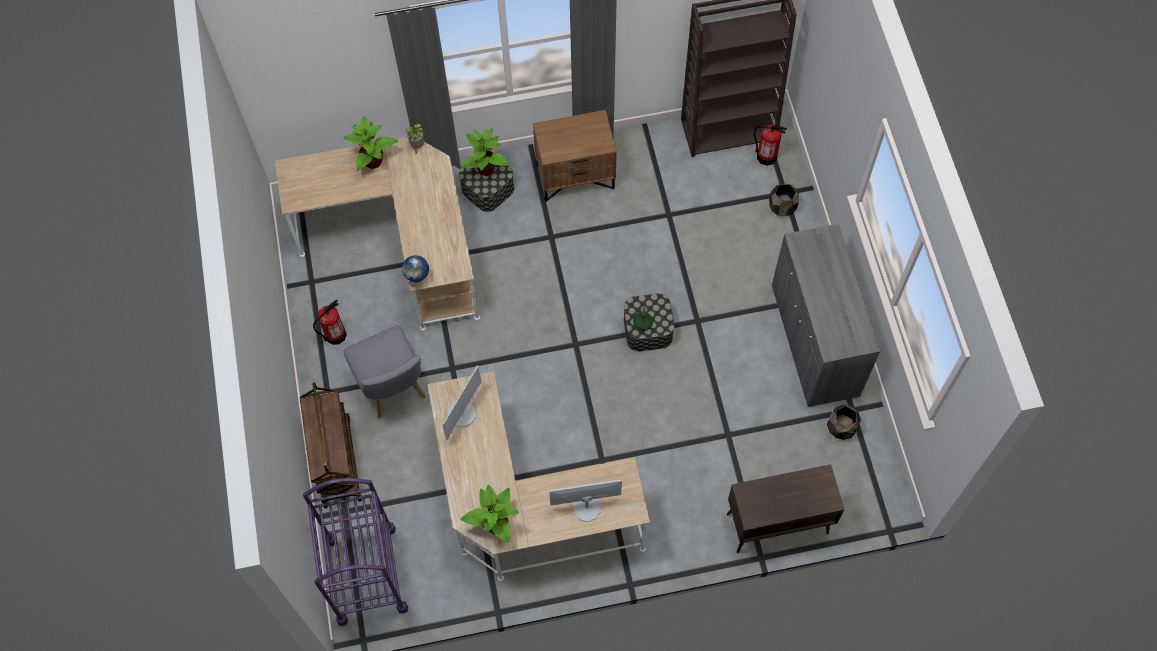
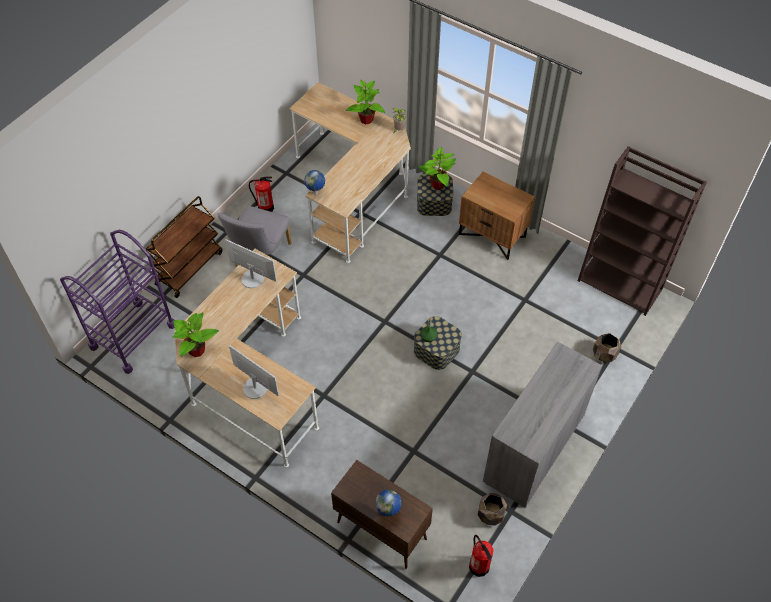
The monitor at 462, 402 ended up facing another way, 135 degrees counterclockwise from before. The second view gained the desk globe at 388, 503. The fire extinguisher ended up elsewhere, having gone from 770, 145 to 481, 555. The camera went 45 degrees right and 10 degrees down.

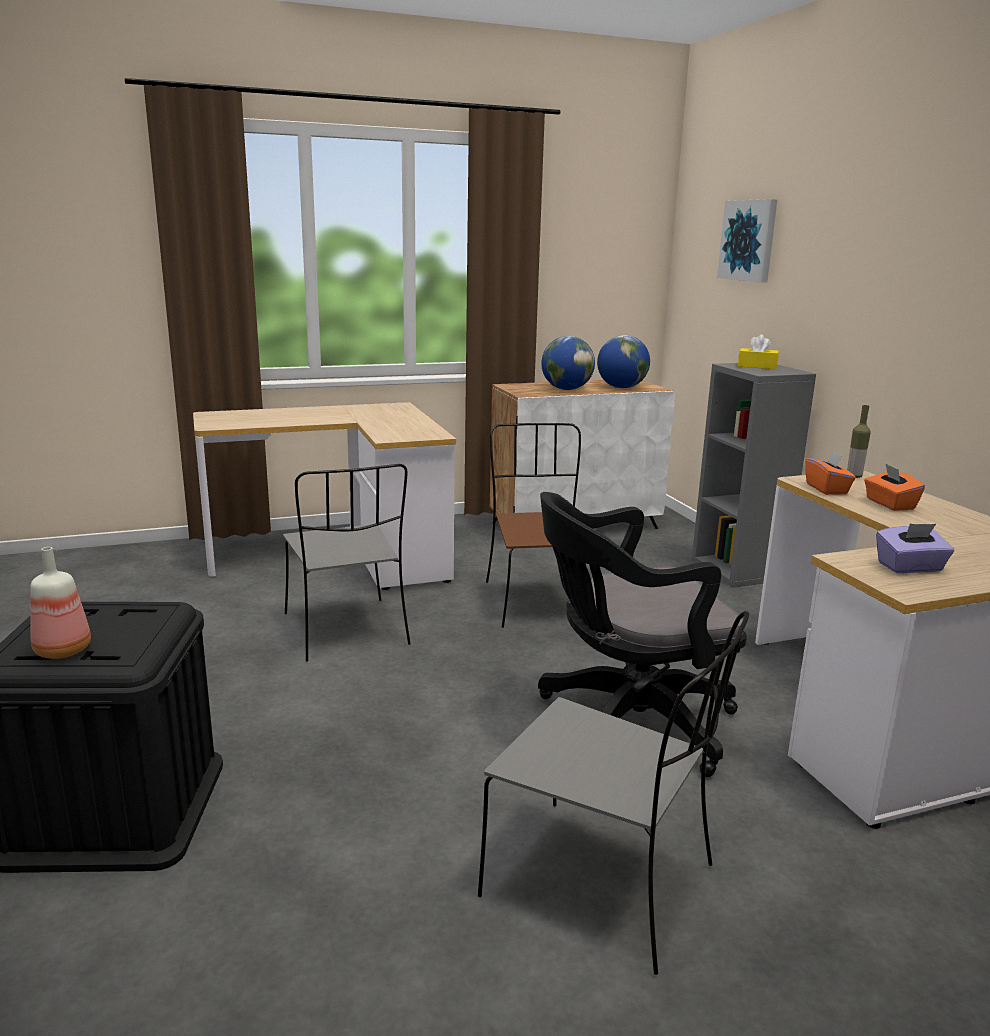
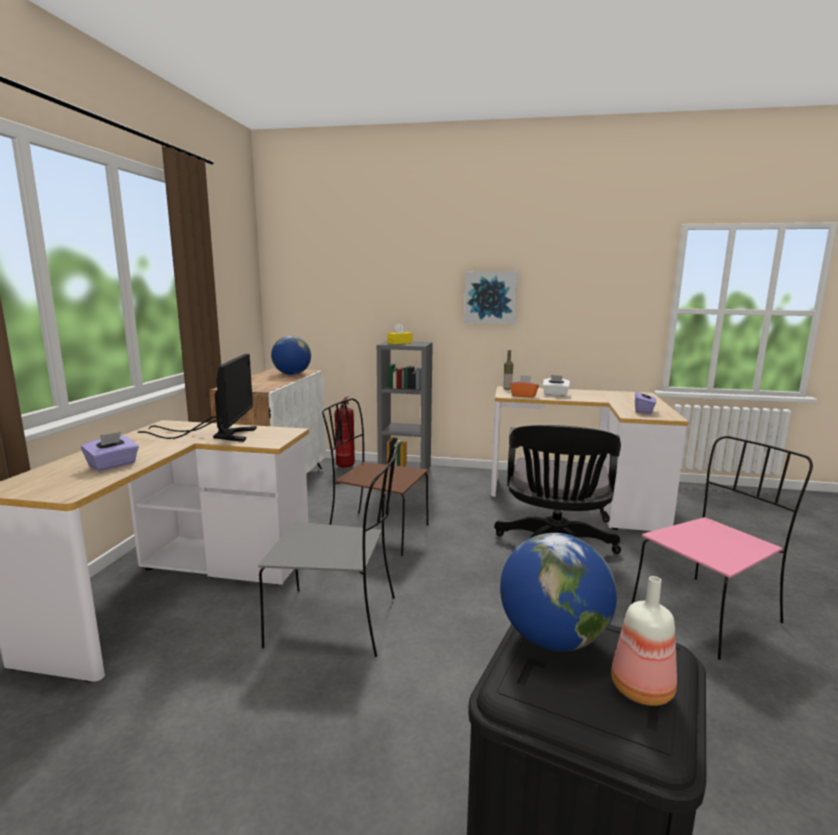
The second view gained the box of tissues/purple at 110, 451. The second view gained the monitor at 197, 398. The second view gained the fire extinguisher at 345, 432. The wall art ended up elsewhere, having gone from 747, 241 to 491, 297. The desk globe ended up elsewhere, having gone from 568, 363 to 558, 592. What was the box of tissues/orange at 894, 487 turned into the box of tissues/whitish at 556, 385. What was the upright chair/gray at 613, 793 turned into the upright chair/pink at 722, 548. The camera went 60 degrees left and 5 degrees down.

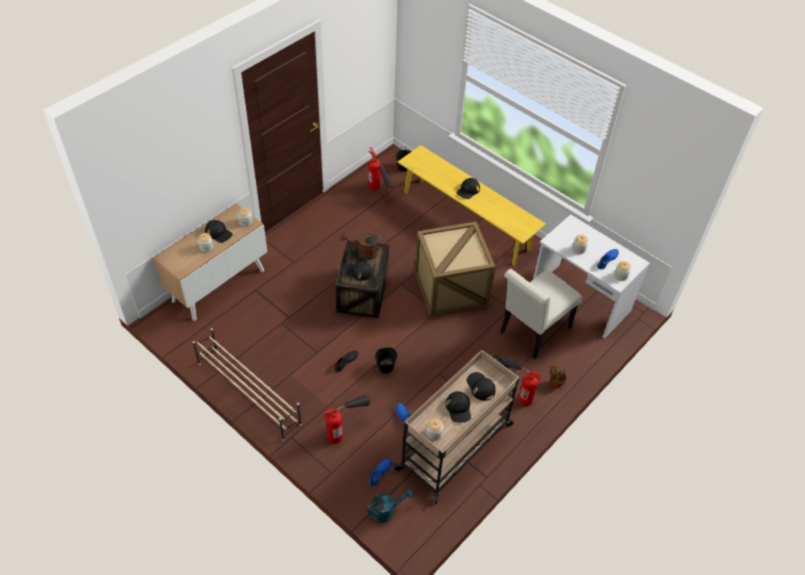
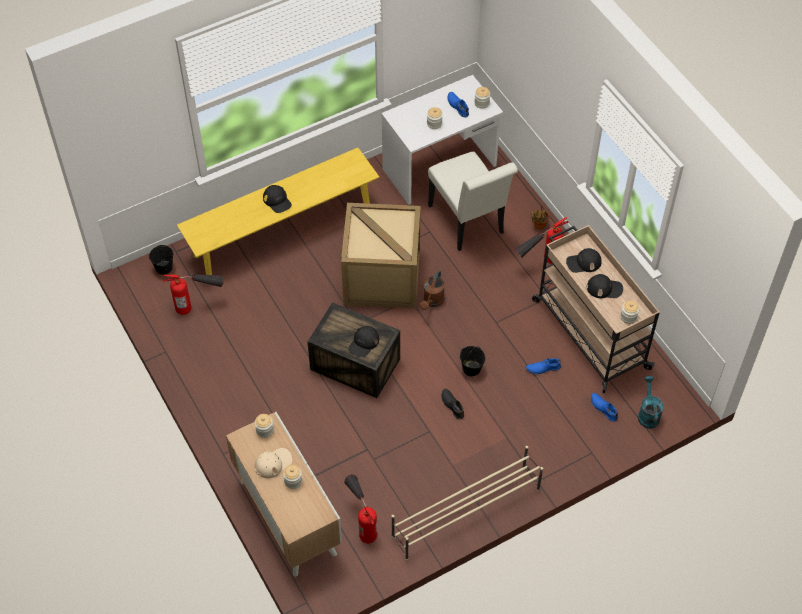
What was the cap/blackish at 219, 231 turned into the cap/beige-coloured at 273, 463. The fire extinguisher ended up elsewhere, having gone from 346, 419 to 360, 509. The watering can/brown-coloured ended up elsewhere, having gone from 362, 246 to 432, 290. The camera went 70 degrees left and 5 degrees up.

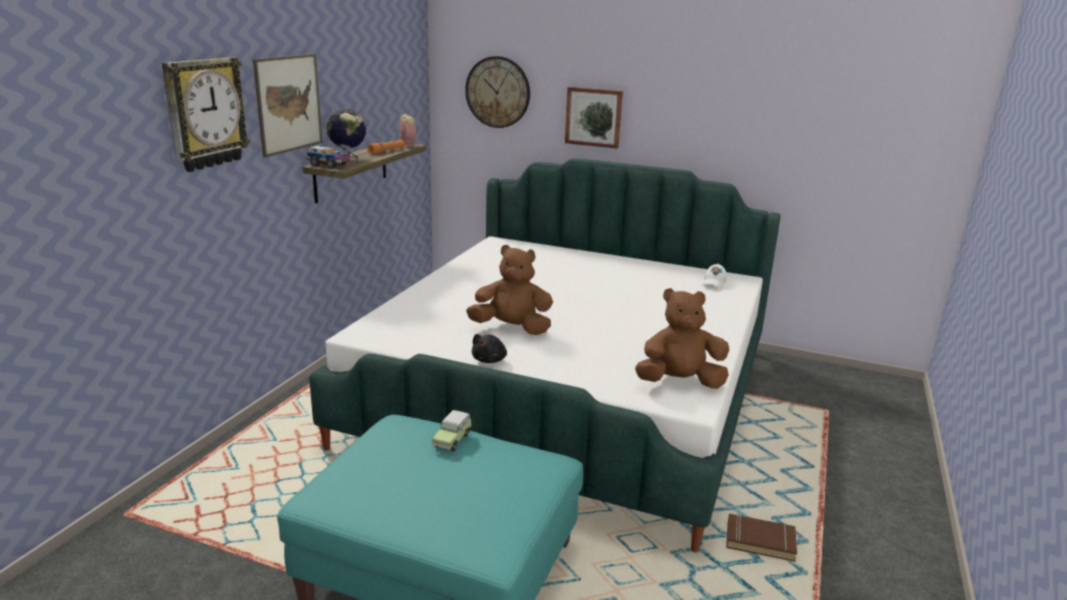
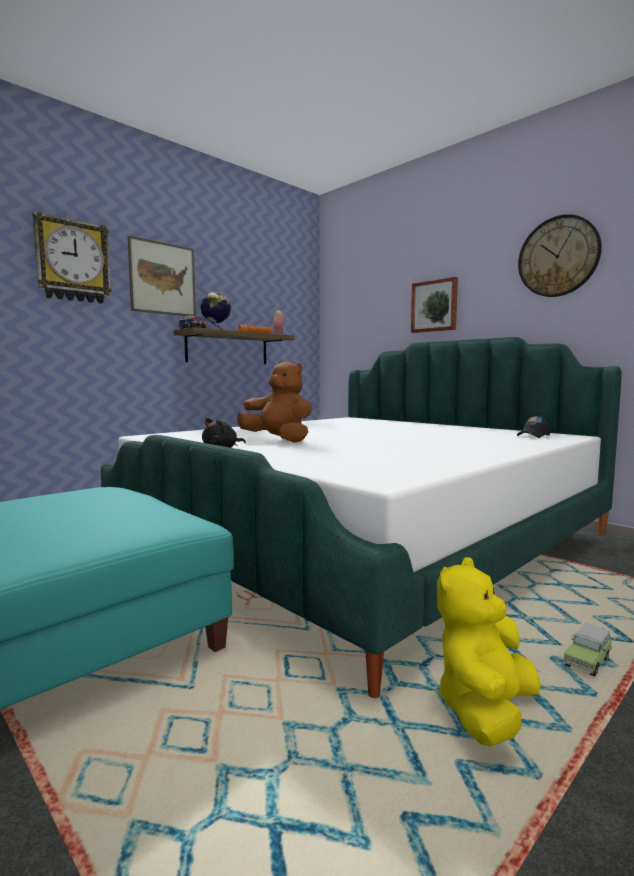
Where the book/brown-coloured stood at 761, 538, the cuddly toy/yellowish came to stand at 489, 651. What was the cap/whitish at 714, 276 turned into the cap/blackish at 533, 426. The hanging clock ended up elsewhere, having gone from 497, 92 to 560, 255. The toy car ended up elsewhere, having gone from 452, 430 to 588, 650. The second view lost the cuddly toy/brown-coloured at 682, 338. The camera went 25 degrees right and 15 degrees down.

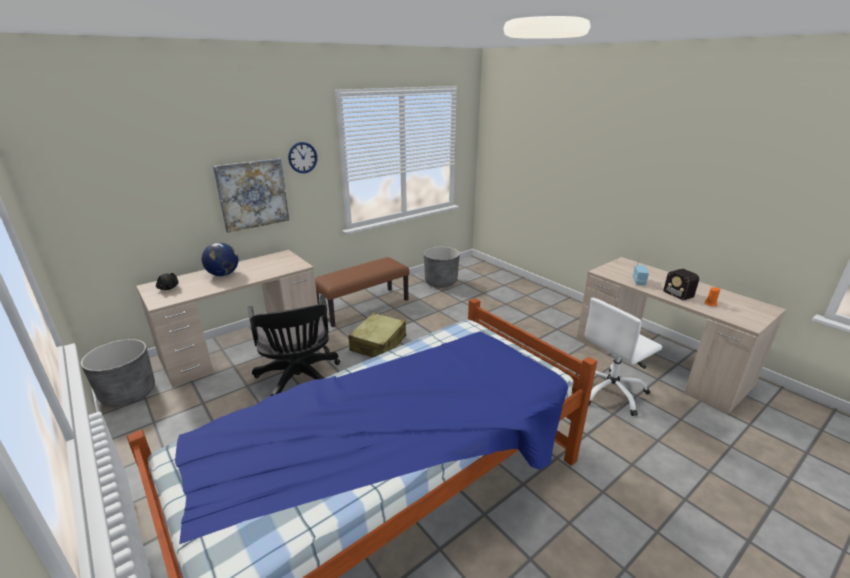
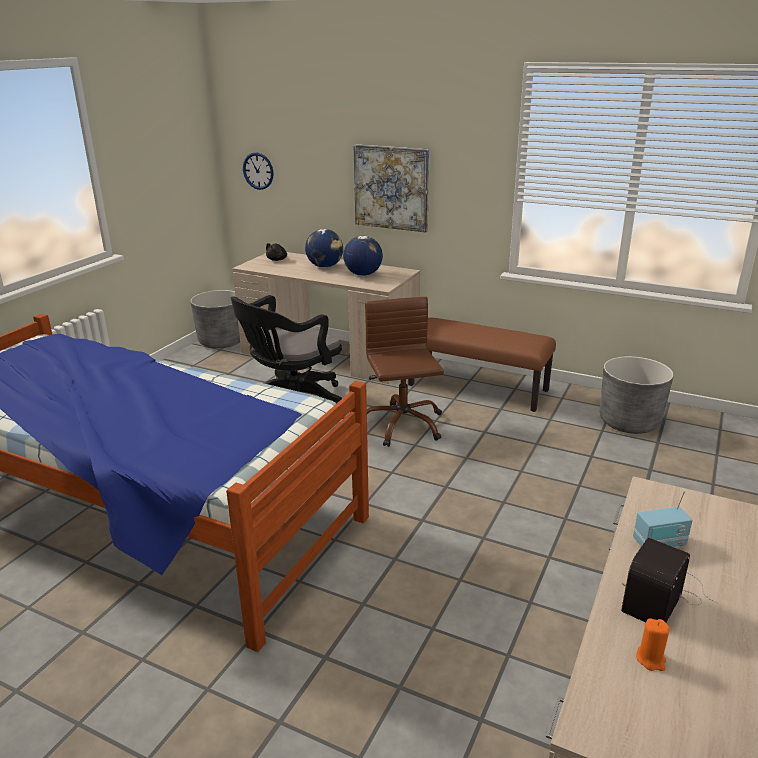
The hanging clock ended up elsewhere, having gone from 302, 157 to 258, 171. The second view gained the desk globe at 363, 256. Where the piece of luggage/beige-coloured stood at 377, 335, the office chair/brown-coloured came to stand at 404, 372. The second view lost the office chair/whitish at 619, 357. The camera went 65 degrees right and 0 degrees up.

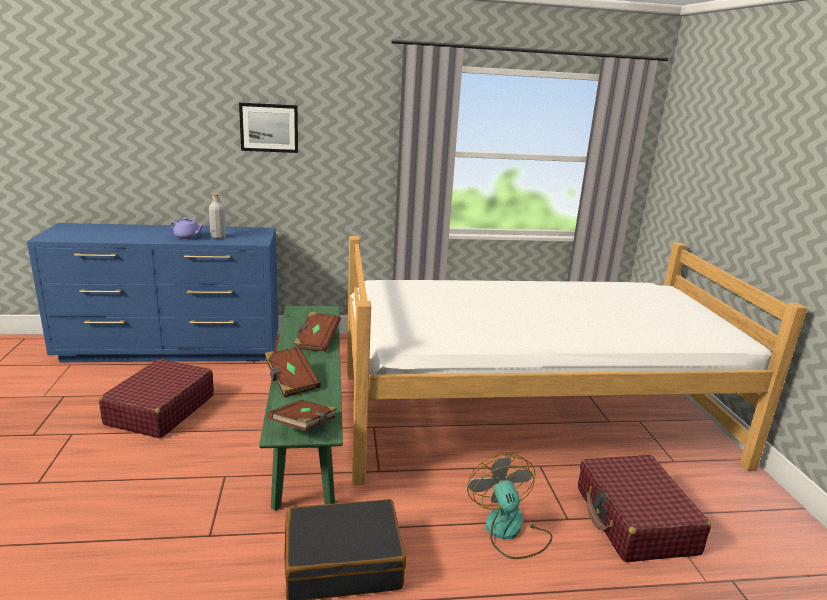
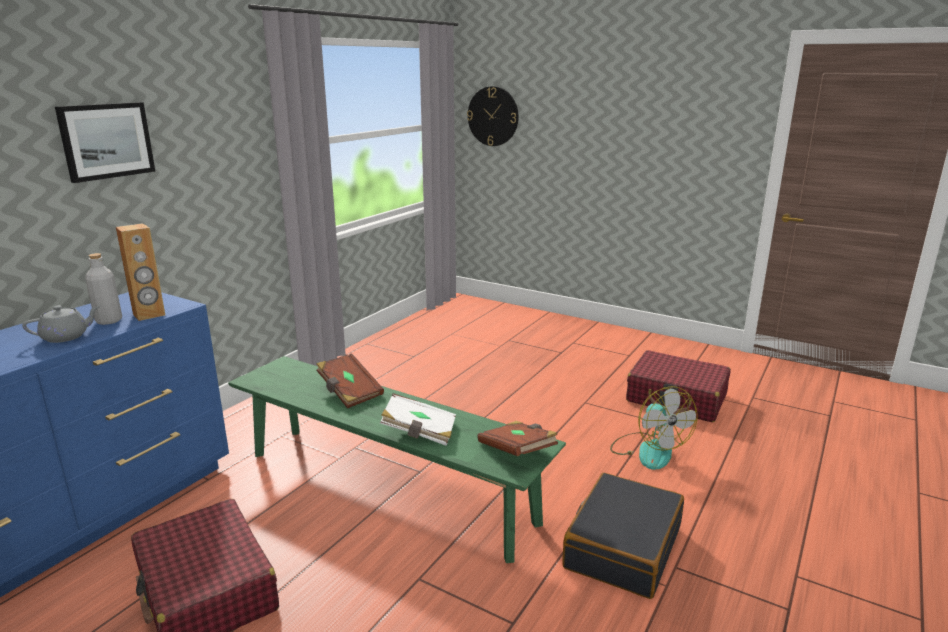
What was the pot for tea/purple at 187, 228 turned into the pot for tea/gray at 61, 324. The second view gained the speaker/brown-coloured at 140, 272. What was the book/brown-coloured at 293, 372 turned into the book/whitish at 418, 419. The second view gained the hanging clock at 493, 116. The cooling fan at 510, 506 ended up facing another way, 135 degrees counterclockwise from before. The second view lost the bed at 577, 360. The camera went 50 degrees left and 0 degrees up.

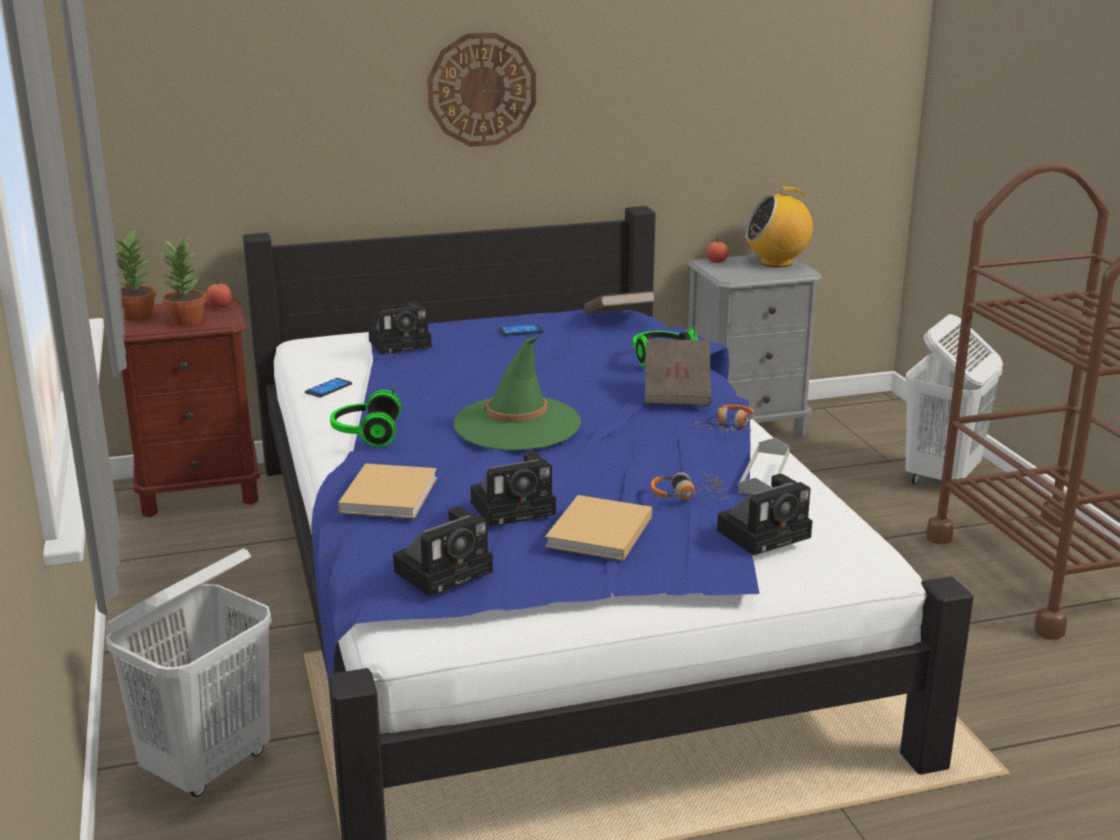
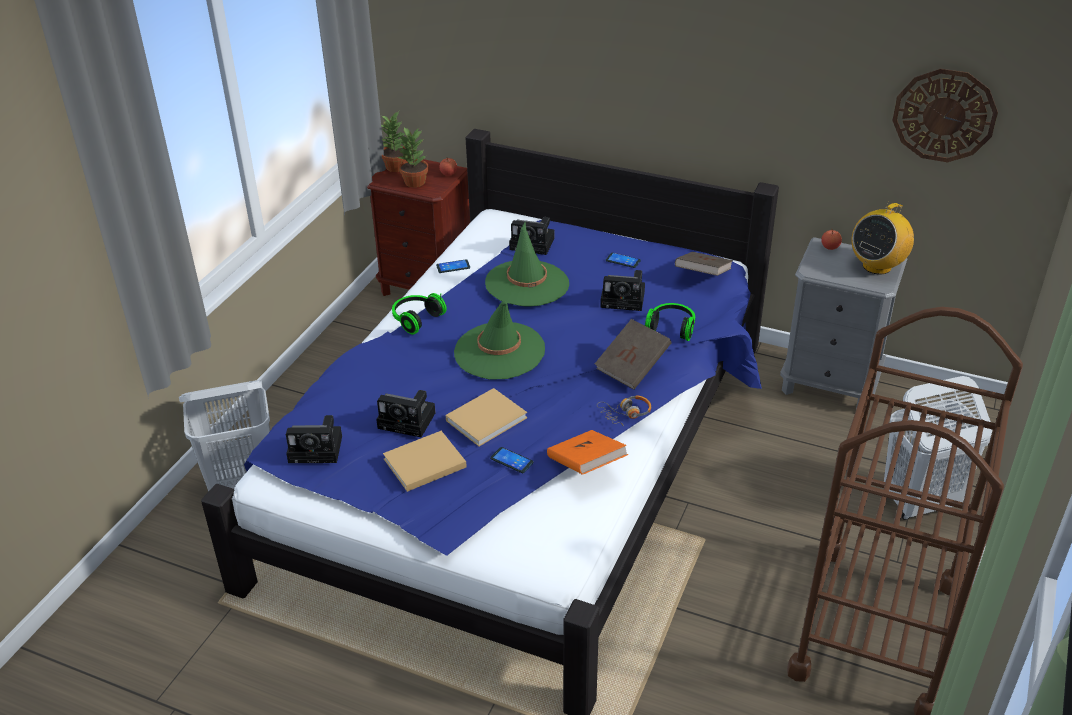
The book/beige-coloured ended up elsewhere, having gone from 387, 490 to 486, 417. The second view gained the clothing hat/green-coloured at 527, 264. Where the headphones stood at 690, 486, the handset came to stand at 512, 460. Where the carrying tray/gray stood at 764, 466, the book/orange came to stand at 587, 452. The still camera ended up elsewhere, having gone from 764, 514 to 622, 290. The radio set at 779, 227 ended up facing another way, 75 degrees counterclockwise from before. The hanging clock ended up elsewhere, having gone from 481, 90 to 945, 115. The camera went 40 degrees right and 15 degrees up.

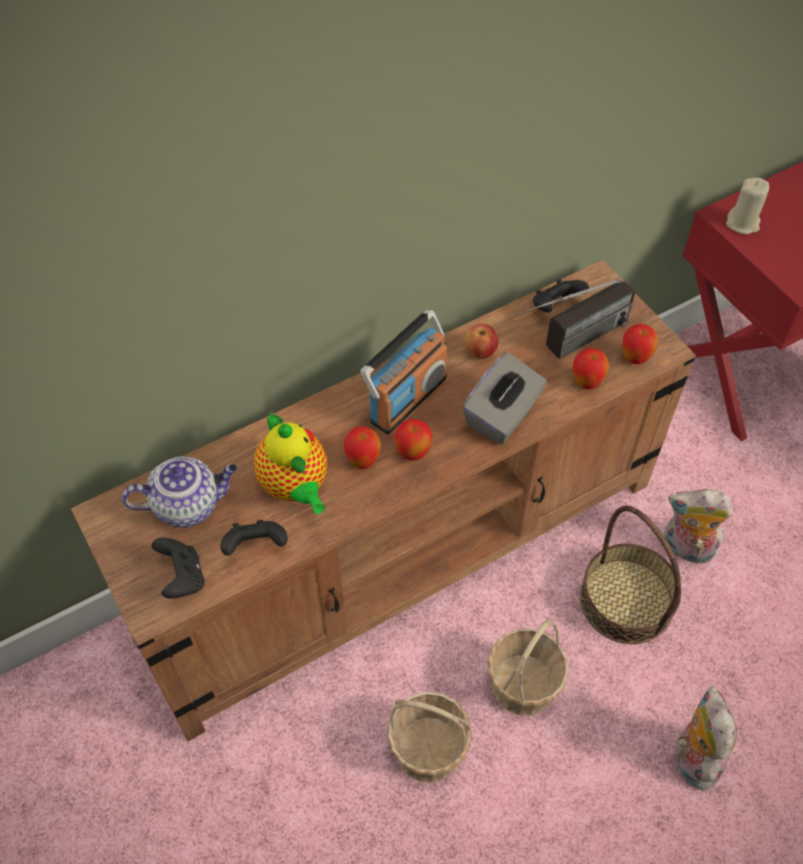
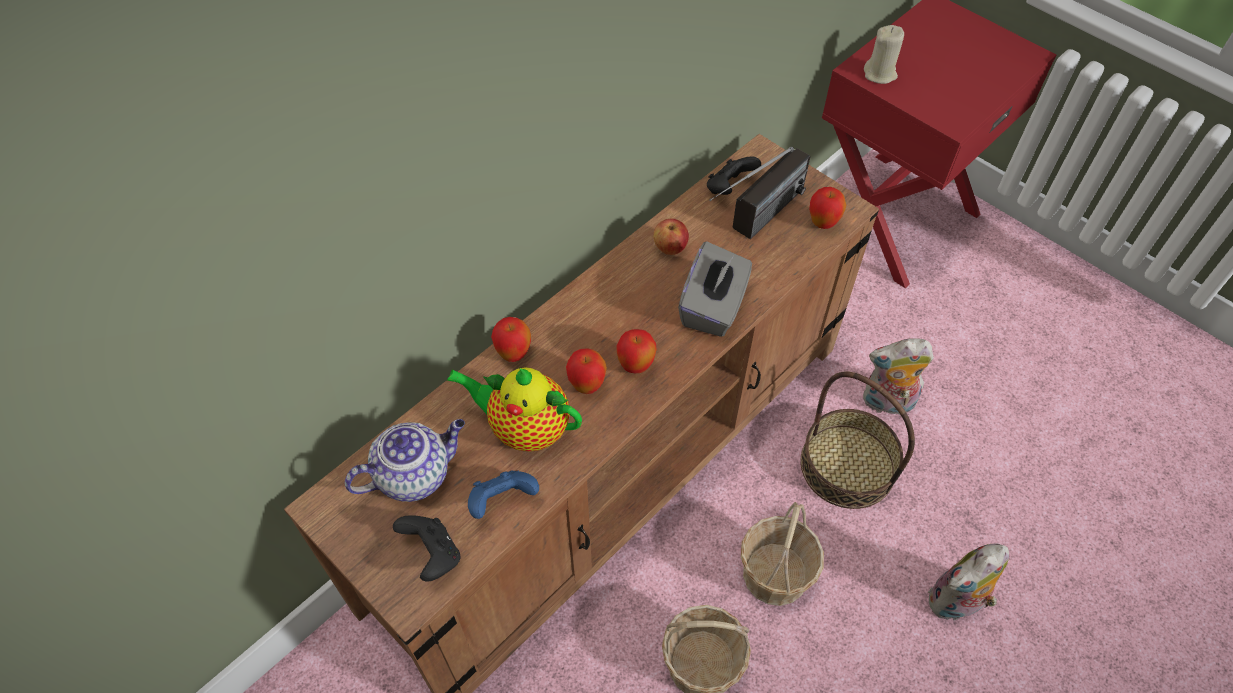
The pot for tea at 290, 463 ended up facing another way, 150 degrees clockwise from before. What was the game controller/blackish at 254, 537 turned into the game controller/bluish at 503, 494. The apple fruit ended up elsewhere, having gone from 591, 368 to 511, 339. The cuddly toy at 707, 739 ended up facing another way, 105 degrees counterclockwise from before. The second view lost the radio set at 404, 371. The camera went 15 degrees left and 0 degrees up.

